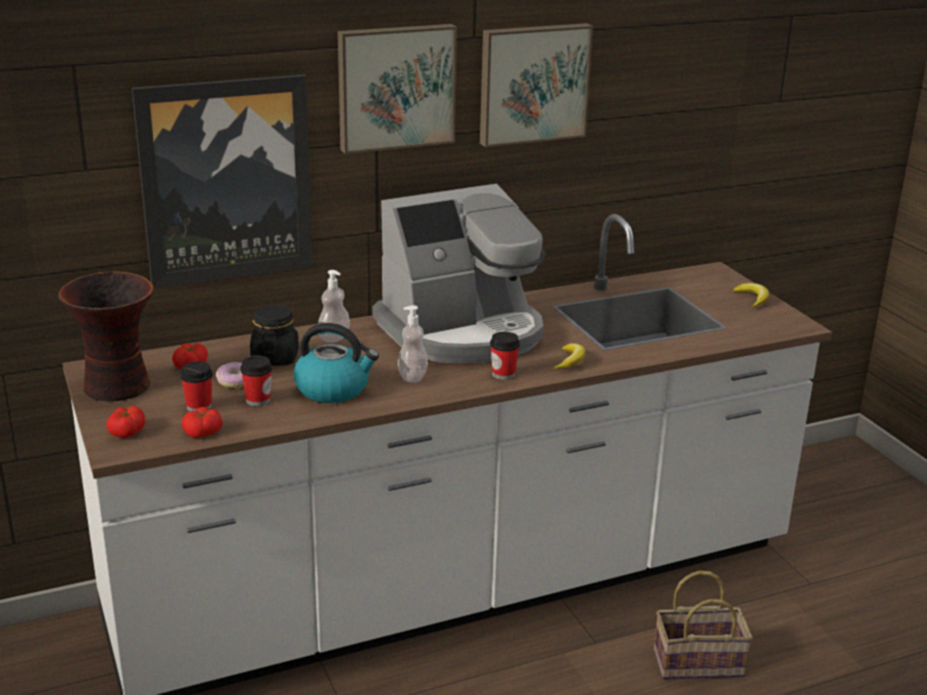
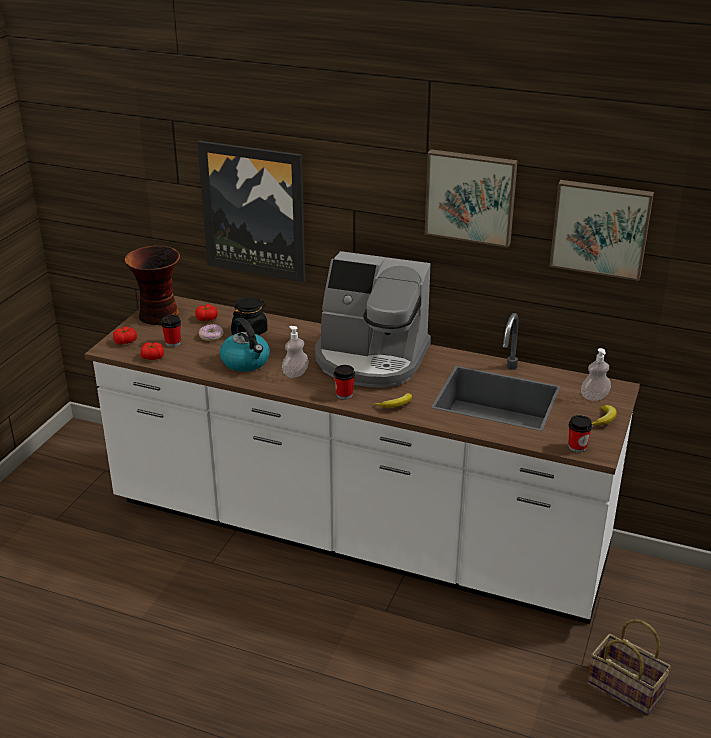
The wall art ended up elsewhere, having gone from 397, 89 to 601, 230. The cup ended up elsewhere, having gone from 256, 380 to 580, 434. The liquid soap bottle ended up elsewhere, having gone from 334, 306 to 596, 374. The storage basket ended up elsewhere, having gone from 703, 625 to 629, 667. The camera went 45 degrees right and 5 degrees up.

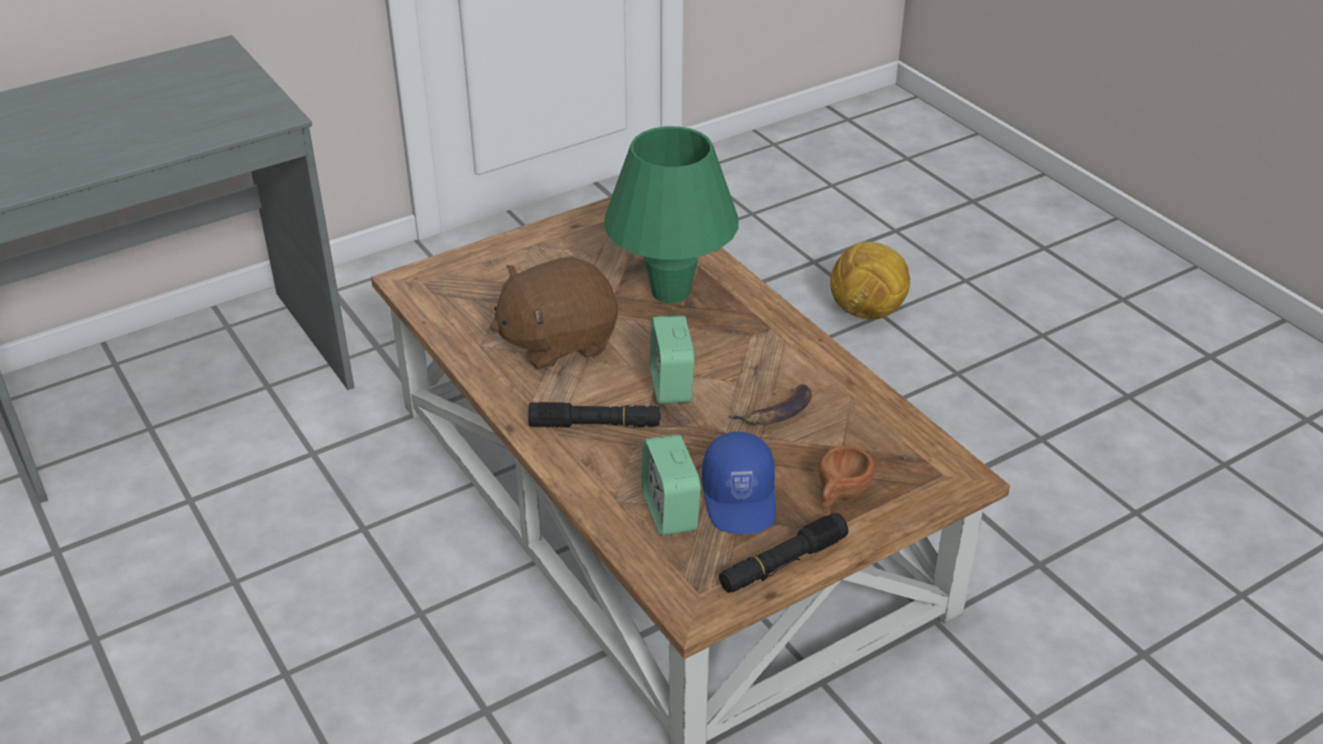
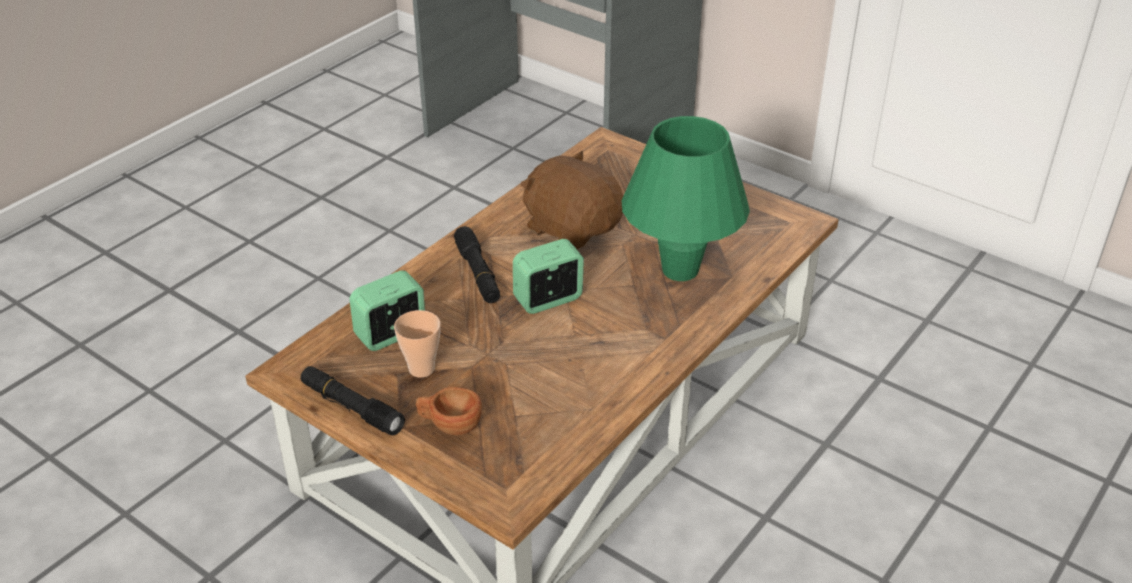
Where the cap/bluish stood at 739, 483, the cup came to stand at 417, 344. The second view lost the banana at 770, 404. The second view lost the ball for football at 870, 280. The camera went 70 degrees right and 0 degrees up.

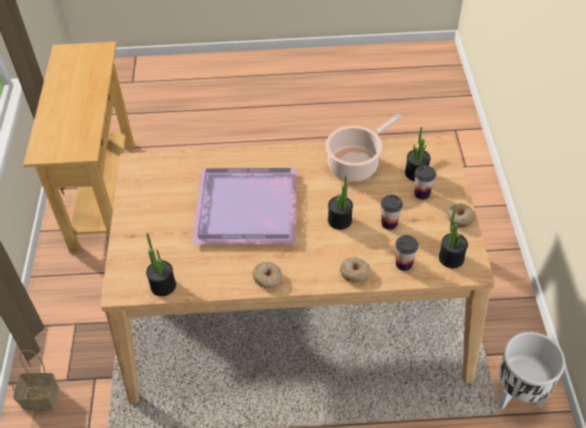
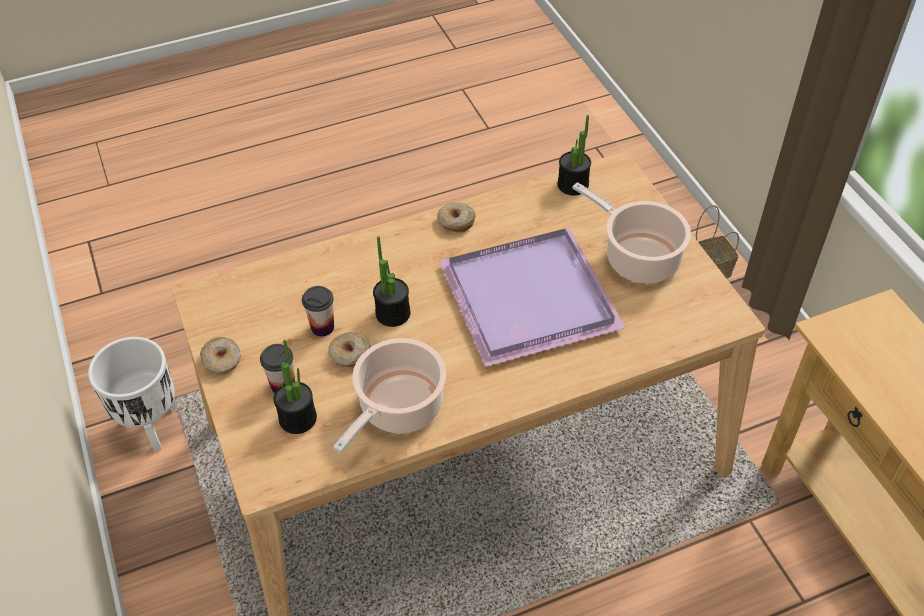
The ring doughnut ended up elsewhere, having gone from 355, 270 to 349, 349. The second view gained the cooking pot at 631, 232. The second view lost the cup at 406, 253. The second view lost the plant in a pot at 453, 238. The camera went 160 degrees right and 0 degrees up.

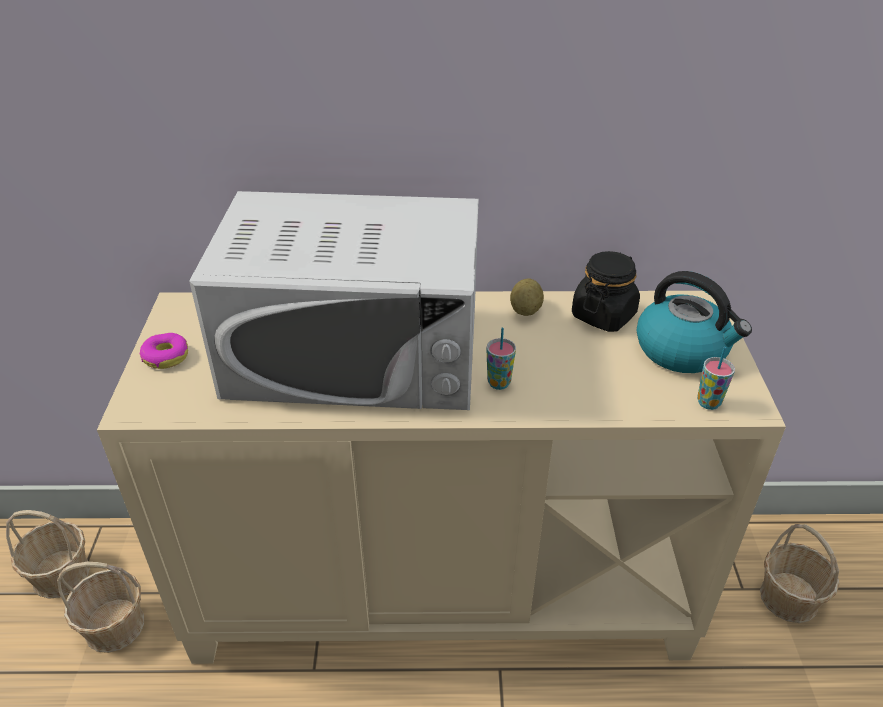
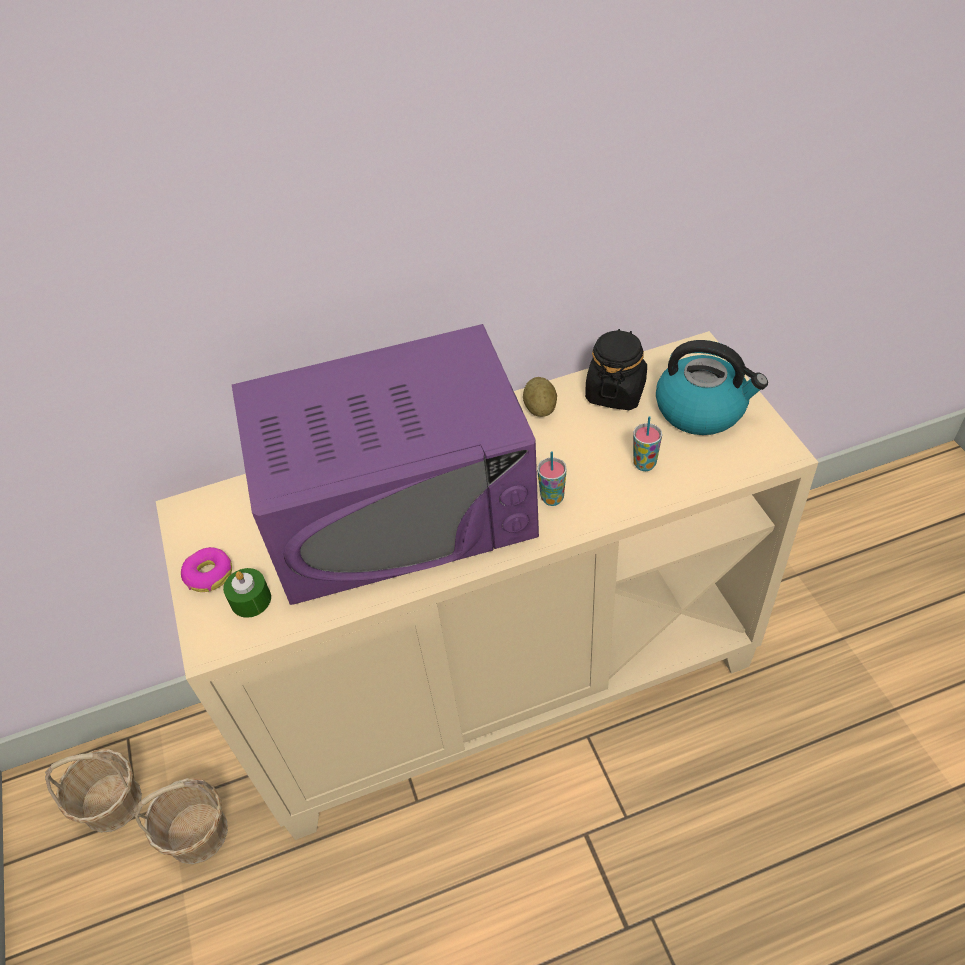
The second view gained the wax light/green-coloured at 247, 593. What was the kitchen microwave/whitish at 334, 300 turned into the kitchen microwave/purple at 385, 464. The cup ended up elsewhere, having gone from 716, 378 to 647, 443. The second view lost the storage basket at 800, 573. The camera went 15 degrees left and 10 degrees up.

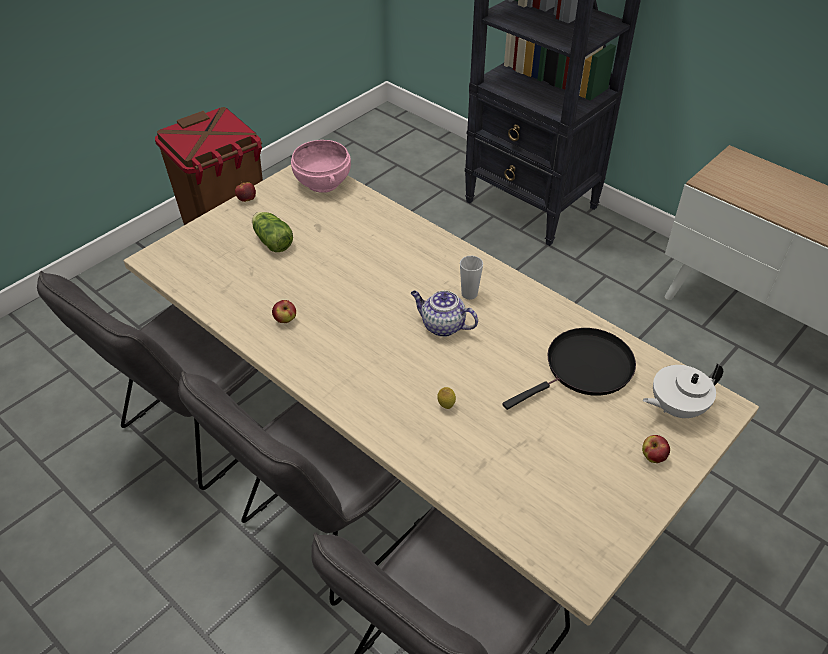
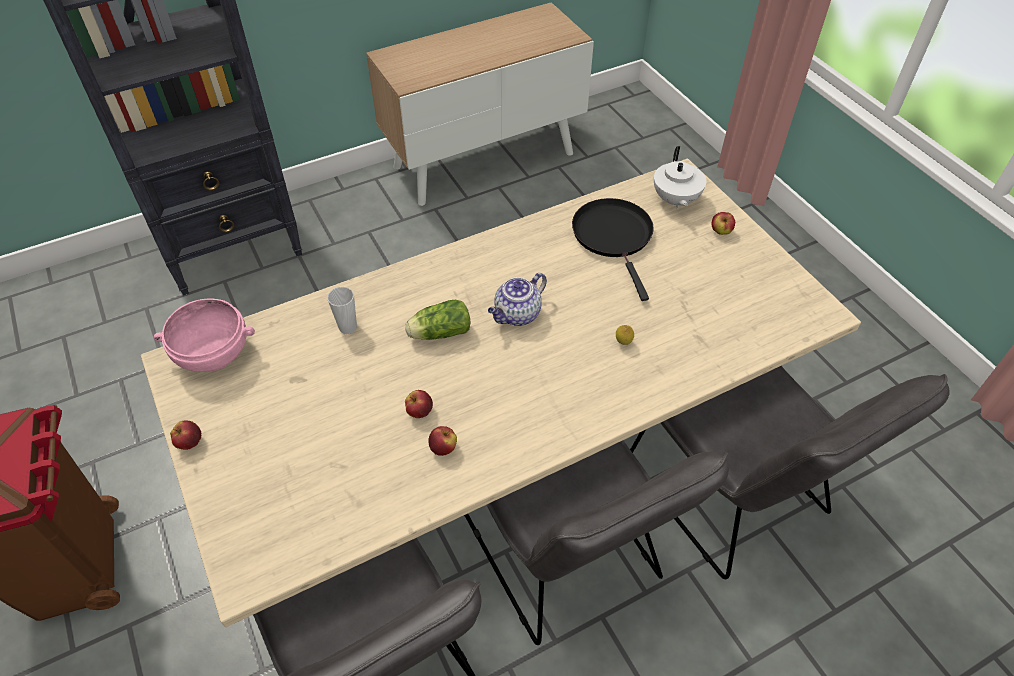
The cup ended up elsewhere, having gone from 471, 278 to 342, 310. The head of lettuce ended up elsewhere, having gone from 272, 232 to 437, 320. The second view gained the apple fruit at 419, 404. The camera went 70 degrees left and 5 degrees up.

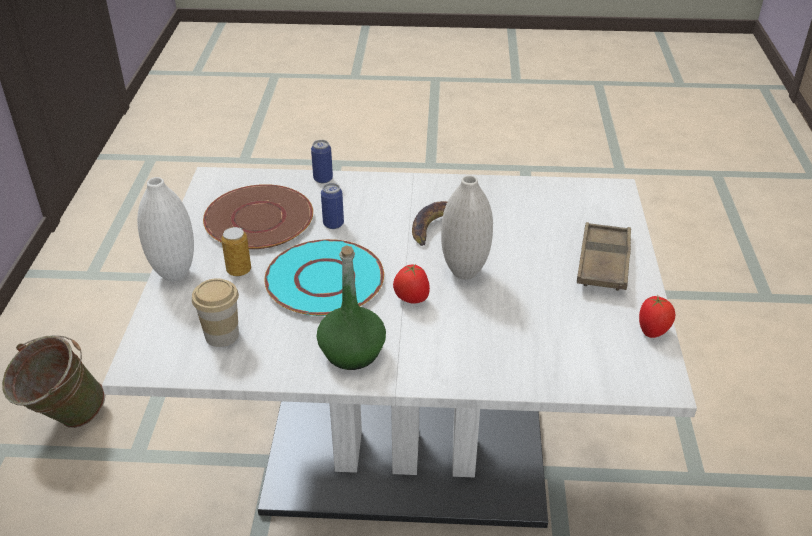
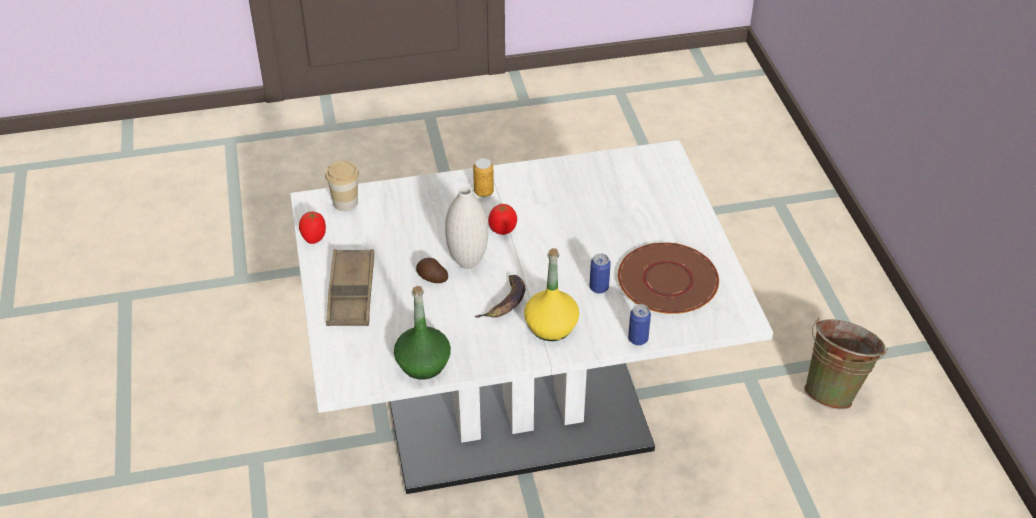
The cup ended up elsewhere, having gone from 215, 312 to 342, 186. The drink bottle/green-coloured ended up elsewhere, having gone from 351, 307 to 422, 333. The second view gained the whole potato at 432, 270. The metal can ended up elsewhere, having gone from 236, 251 to 483, 177. The second view gained the drink bottle/yellowish at 551, 294. The second view lost the vase/whitish at 165, 229. The second view lost the dinner plate/blue-green at 324, 277. The camera went 165 degrees right and 5 degrees up.

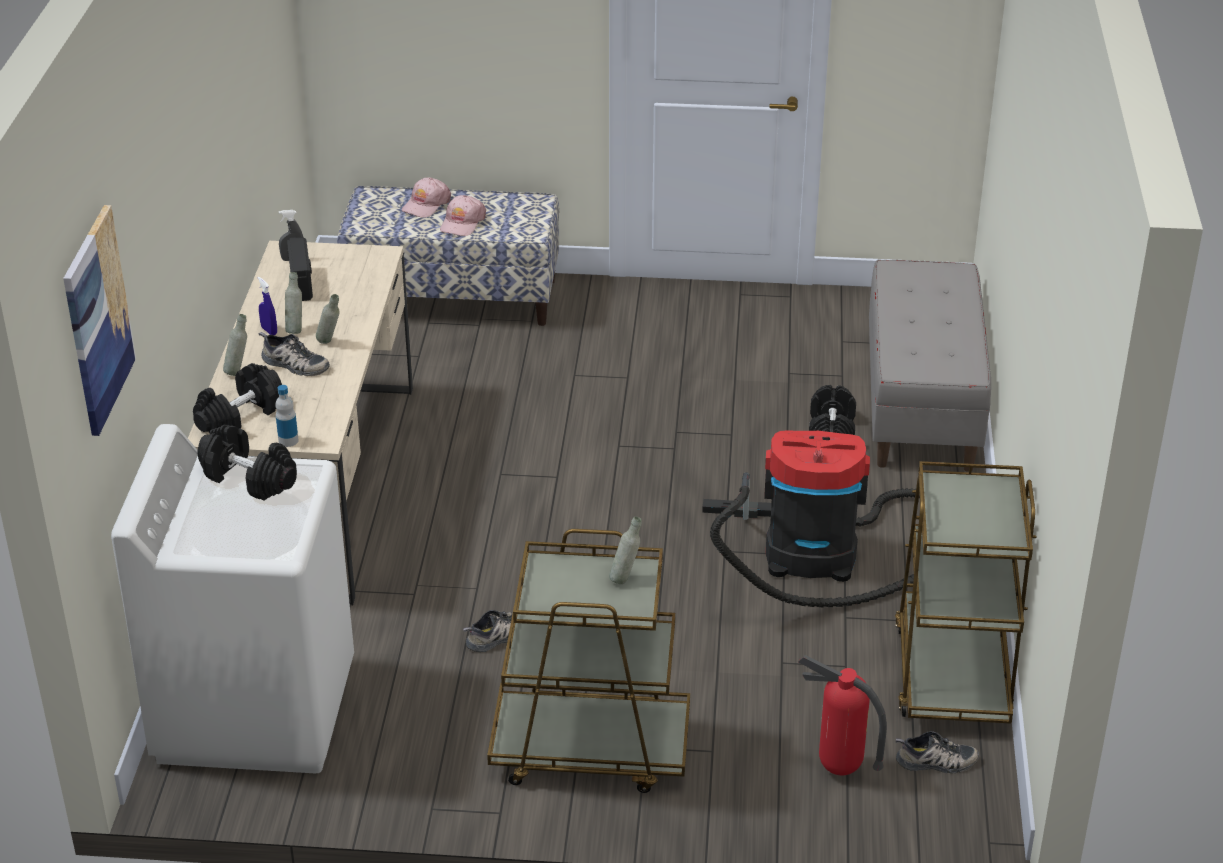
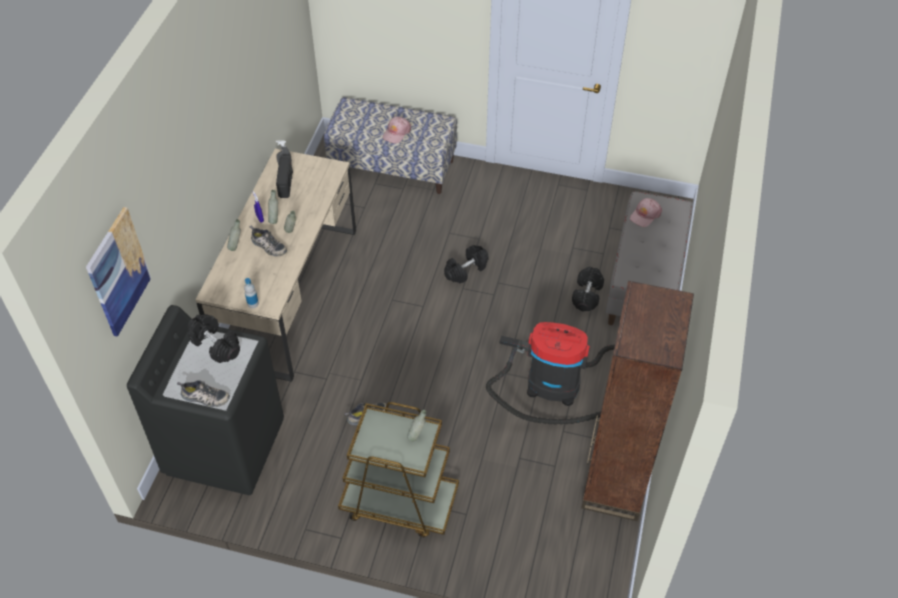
What was the laundry machine/whitish at 232, 599 turned into the laundry machine/blackish at 205, 400. The item of footwear ended up elsewhere, having gone from 937, 752 to 203, 393. The dumbbell/blackish ended up elsewhere, having gone from 237, 398 to 466, 264. Where the cart/brown-coloured stood at 966, 592, the shelving unit/brown-coloured came to stand at 637, 401. The cap/pink ended up elsewhere, having gone from 426, 197 to 646, 212. The second view lost the fire extinguisher at 842, 715. The camera went 10 degrees right and 15 degrees up.

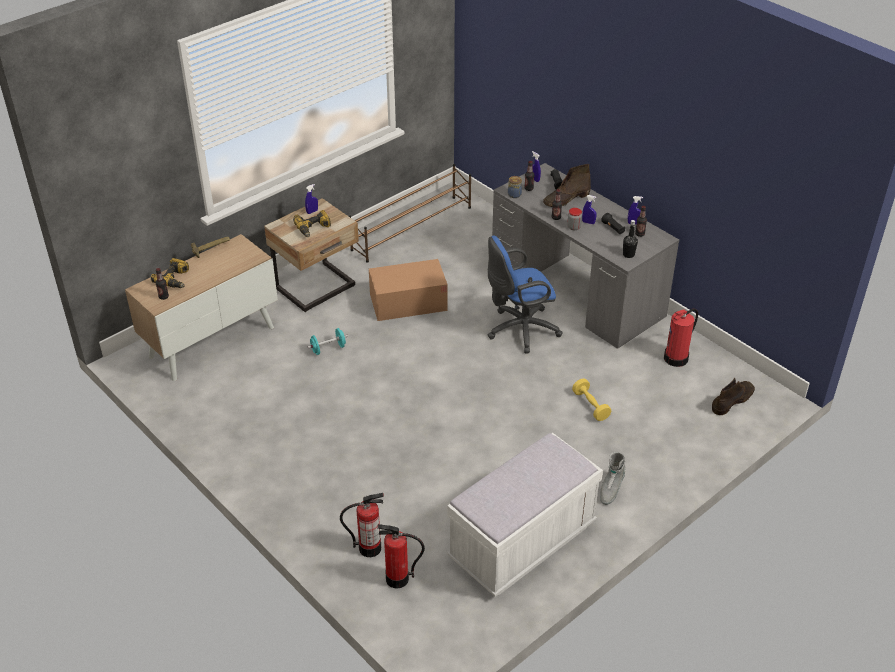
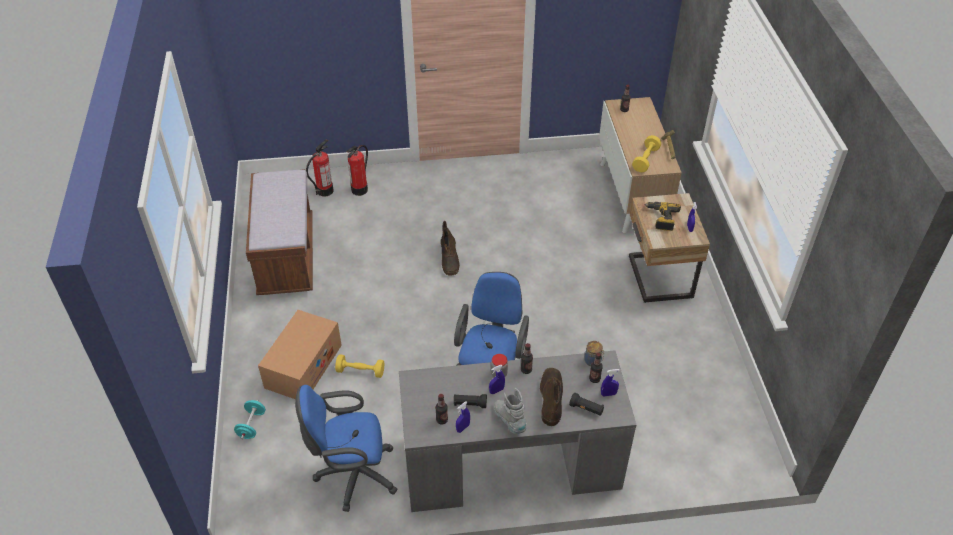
The dumbbell/blue-green ended up elsewhere, having gone from 327, 341 to 250, 419. What was the long seat/whitish at 525, 515 turned into the long seat/brown-coloured at 279, 232. The packing box ended up elsewhere, having gone from 408, 290 to 300, 354. Where the fire extinguisher stood at 681, 338, the office chair/bluish came to stand at 346, 448. The tall boot/brown-coloured ended up elsewhere, having gone from 733, 396 to 450, 248. The tall boot/gray ended up elsewhere, having gone from 613, 478 to 510, 411. The second view gained the dumbbell/yellowish at 646, 153. The second view lost the drill at 170, 273. The second view lost the shoe shelf/brown-coloured at 410, 213. The second view lost the drink bottle/blackish at 630, 239. The camera went 125 degrees right and 5 degrees up.

